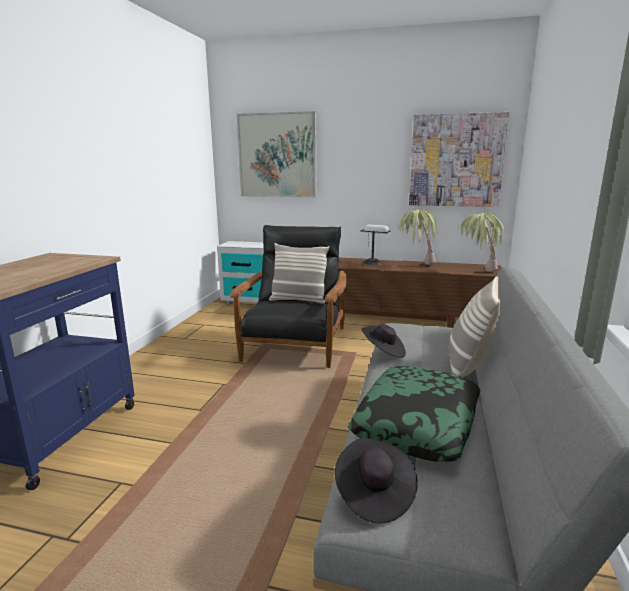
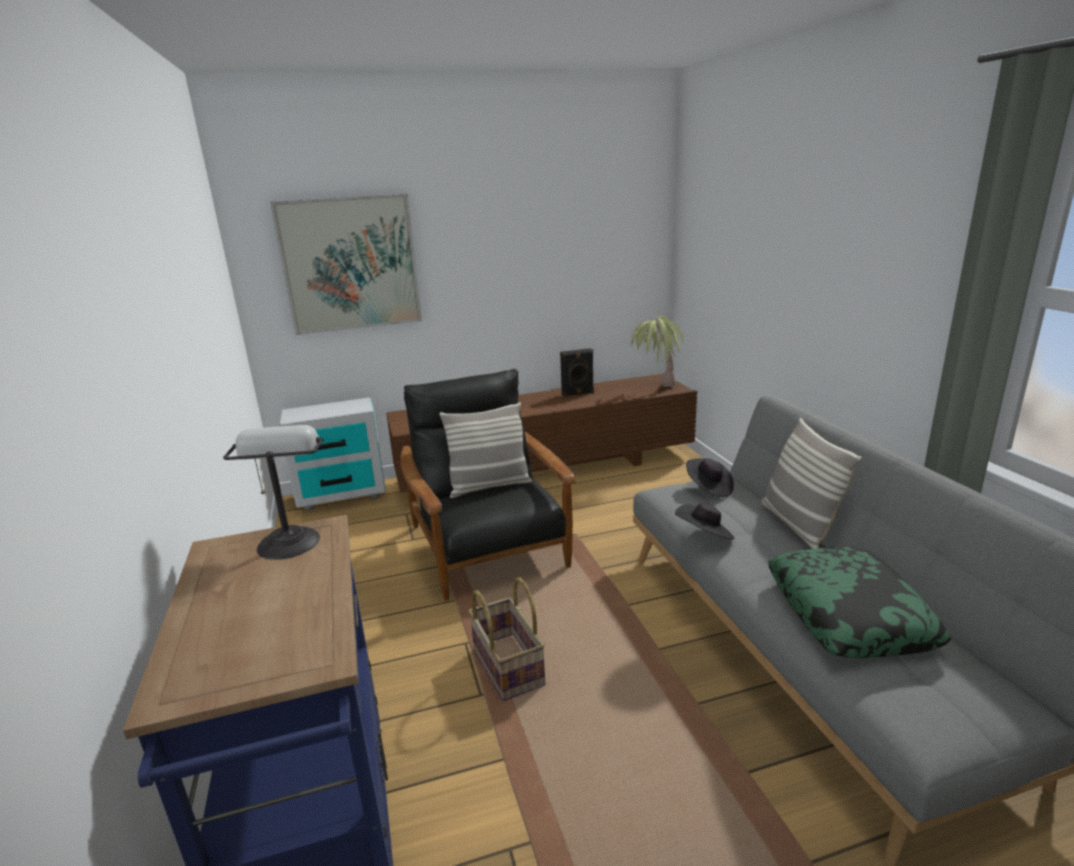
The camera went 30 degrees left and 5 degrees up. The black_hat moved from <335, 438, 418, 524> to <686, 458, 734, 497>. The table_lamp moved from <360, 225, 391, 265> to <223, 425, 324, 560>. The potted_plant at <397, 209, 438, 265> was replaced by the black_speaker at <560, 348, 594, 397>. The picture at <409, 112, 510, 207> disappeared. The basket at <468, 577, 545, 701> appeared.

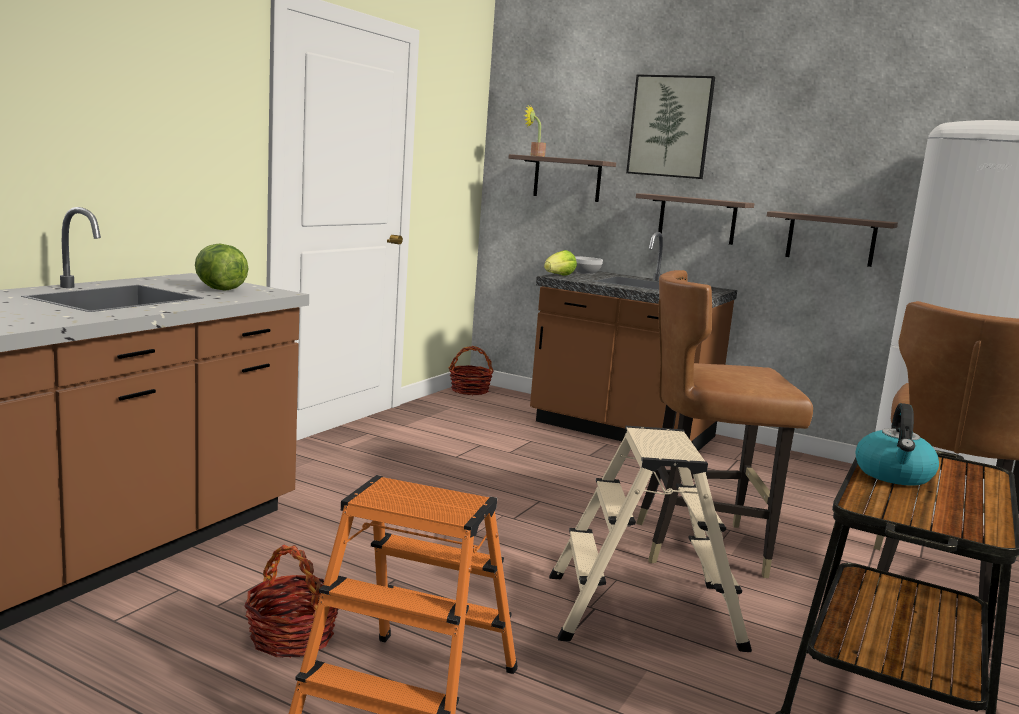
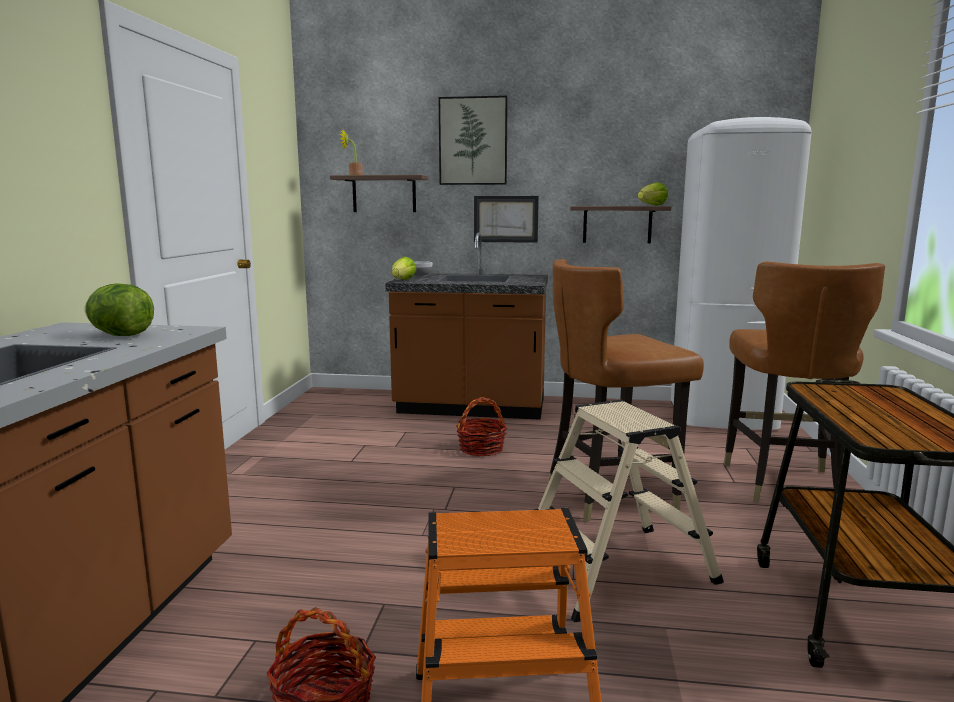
The camera went 20 degrees left and 0 degrees up. The basket moved from <449, 346, 493, 395> to <456, 397, 507, 456>. The shelf at <636, 193, 754, 245> was replaced by the picture at <474, 196, 539, 243>. The kettle at <855, 403, 939, 486> disappeared. The lettuce at <638, 183, 668, 206> appeared.

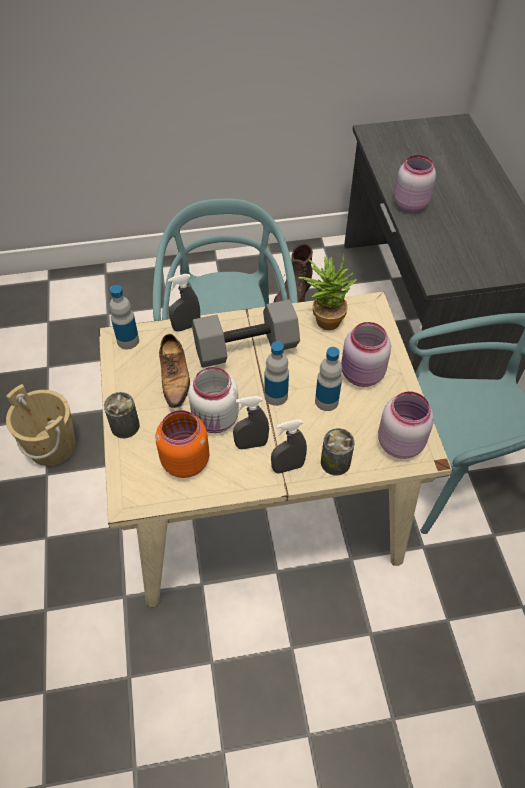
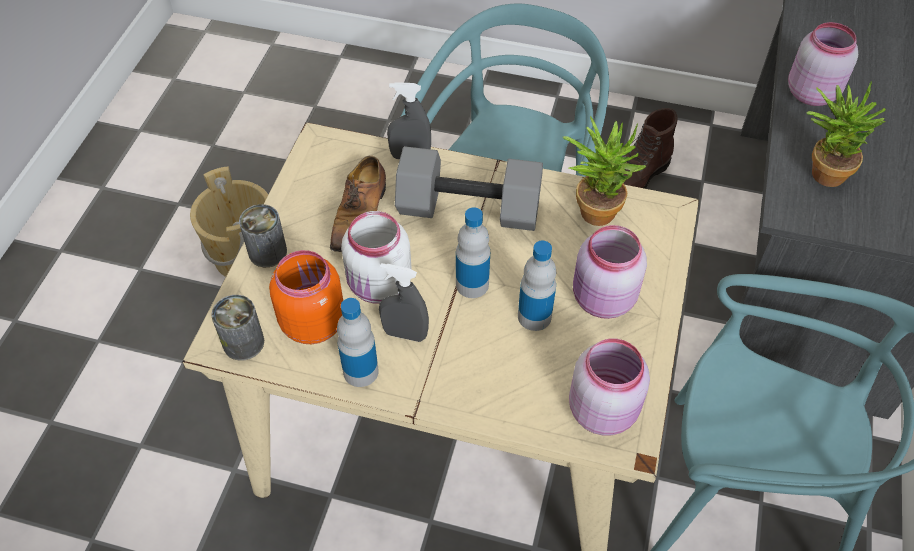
The camera went 25 degrees right and 0 degrees up. The bottle moved from <109, 285, 139, 349> to <337, 298, 379, 387>. The grey_spray_bottle at <271, 419, 307, 474> disappeared. The can moved from <321, 428, 355, 476> to <211, 295, 264, 361>. The potted_plant at <807, 81, 886, 187> appeared.

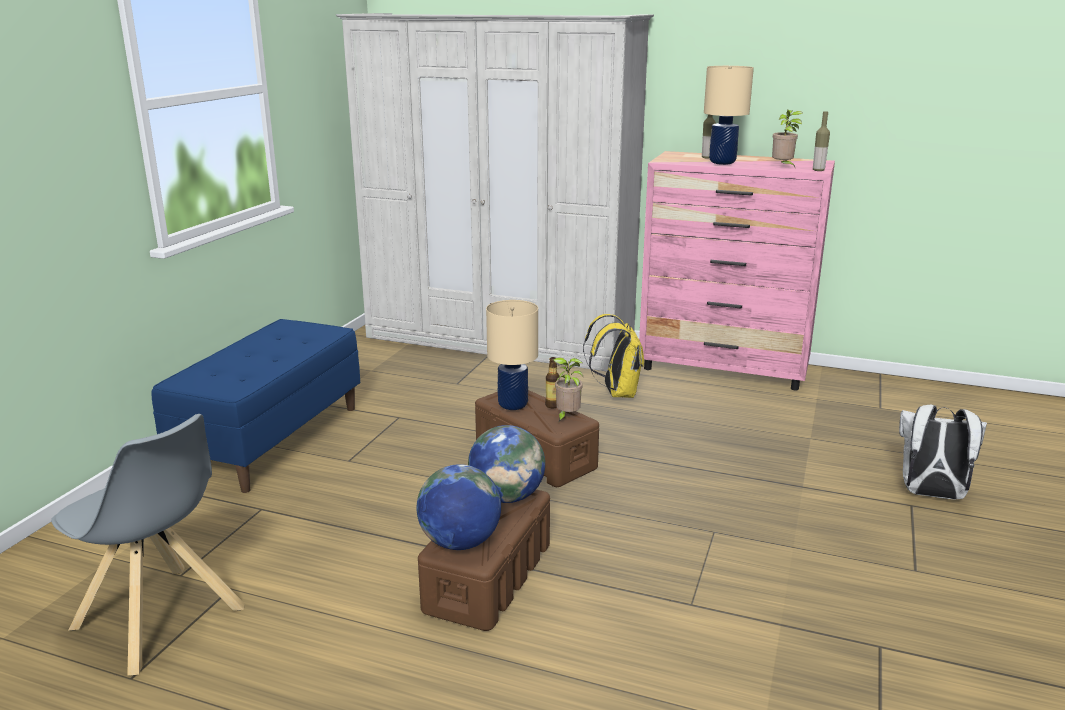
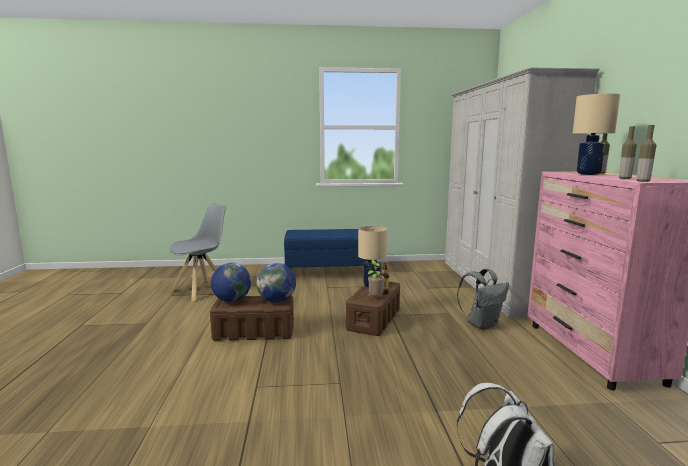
The camera went 65 degrees right and 10 degrees down. The grey_chair at <51, 414, 245, 676> turned 150 degrees counterclockwise. The yellow_backpack at <583, 314, 644, 398> became the grey_backpack at <457, 269, 509, 330>. The potted_plant at <772, 110, 803, 167> was replaced by the bottle at <619, 126, 637, 179>.

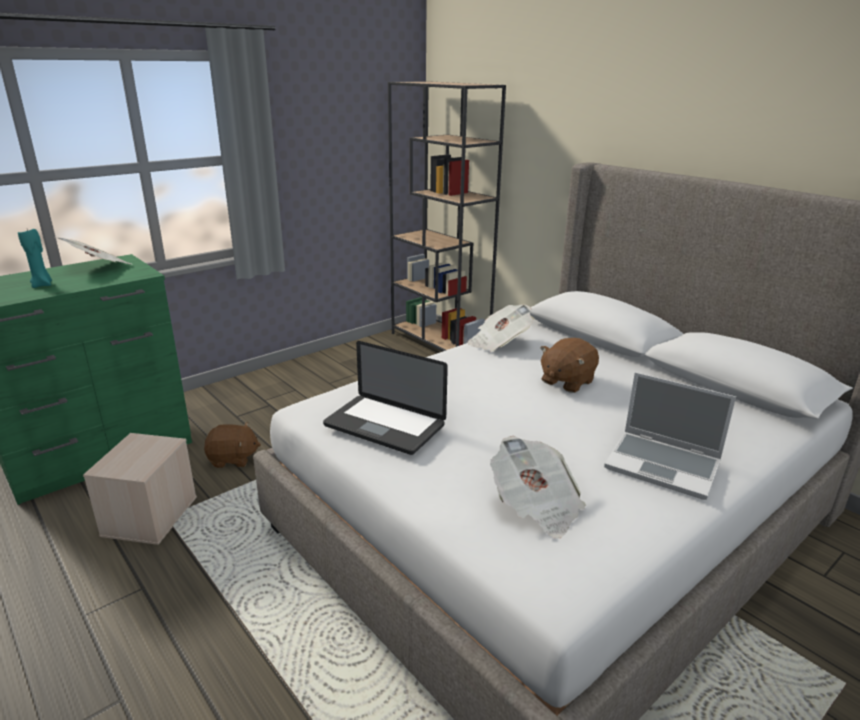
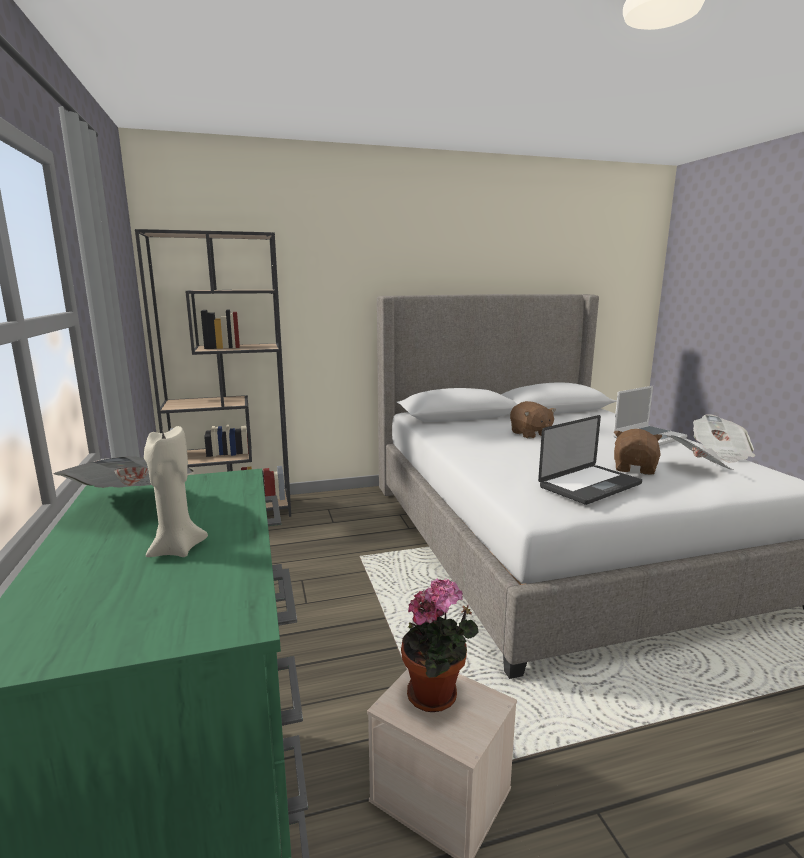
The camera went 65 degrees left and 10 degrees down. The turquoise_candle at <18, 229, 52, 288> became the beige_candle at <144, 426, 208, 557>. The brown_plush_toy moved from <204, 422, 261, 468> to <614, 429, 662, 475>. The newspaper moved from <468, 304, 533, 351> to <693, 414, 755, 463>. The potted_plant at <401, 578, 479, 712> appeared.

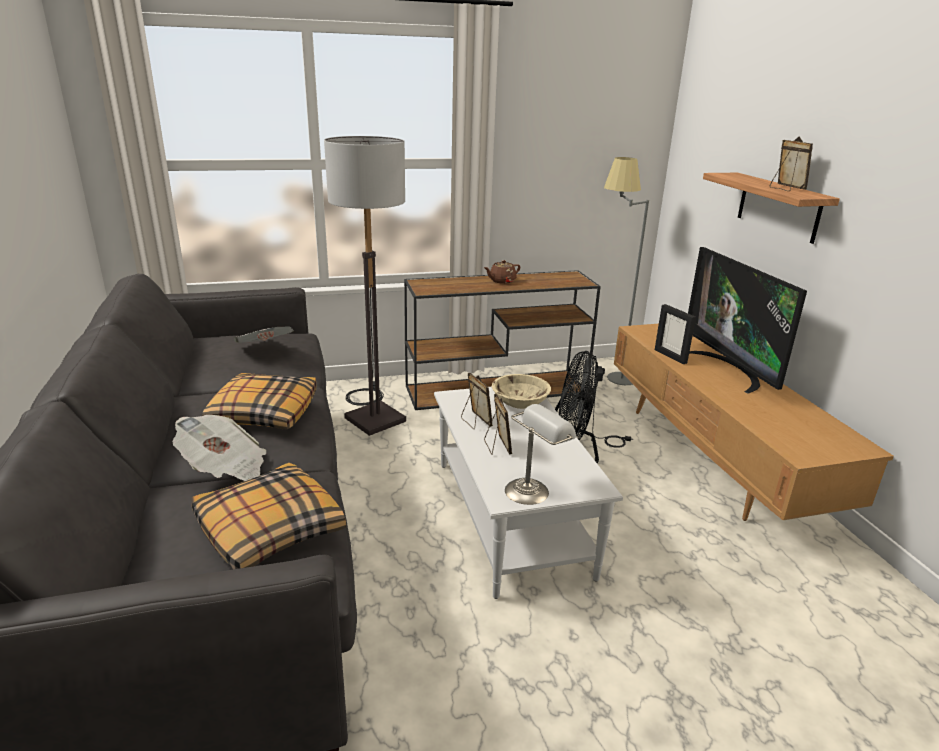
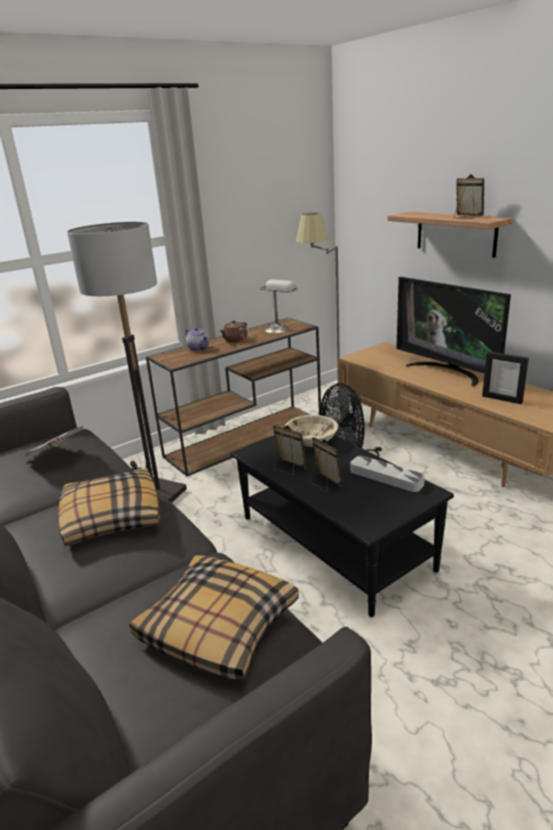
The camera went 20 degrees left and 0 degrees up. The newspaper at <172, 415, 266, 481> disappeared. The white_coffee_table at <434, 387, 623, 599> became the black_coffee_table at <231, 435, 454, 618>. The white_table_lamp moved from <505, 404, 576, 505> to <260, 280, 298, 333>. The picture_frame moved from <655, 304, 696, 364> to <482, 351, 529, 404>. The teapot at <186, 327, 209, 351> appeared. The grey_tray at <351, 456, 425, 492> appeared.

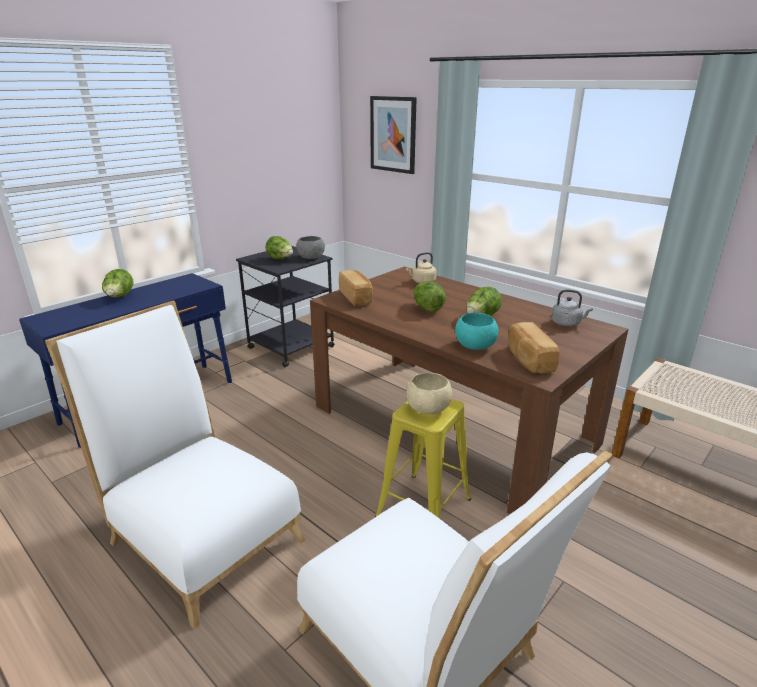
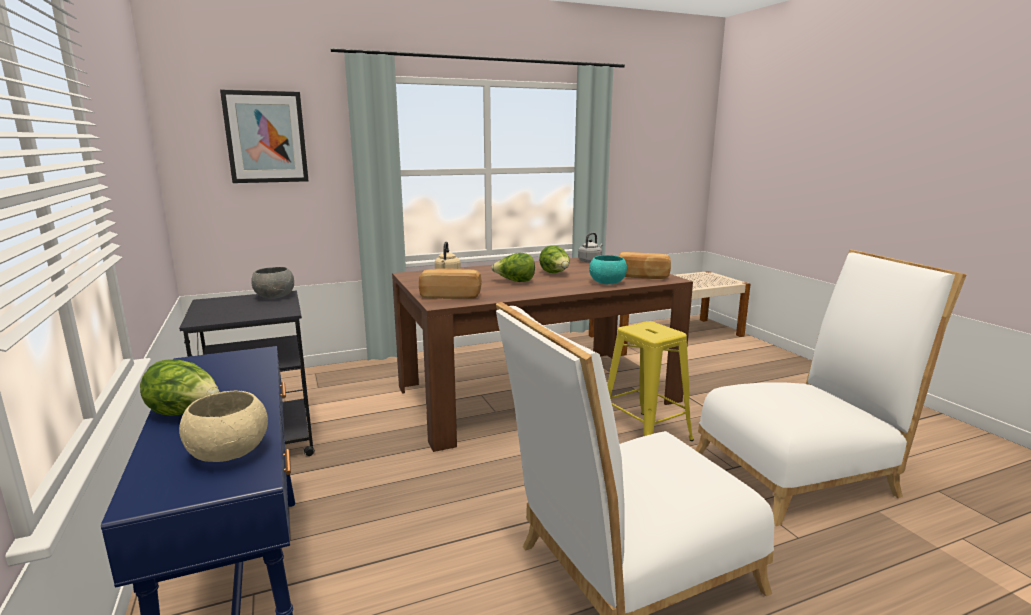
The camera went 65 degrees left and 10 degrees down. The lettuce at <266, 236, 293, 259> disappeared. The beige_bowl moved from <406, 373, 452, 414> to <179, 390, 268, 462>.

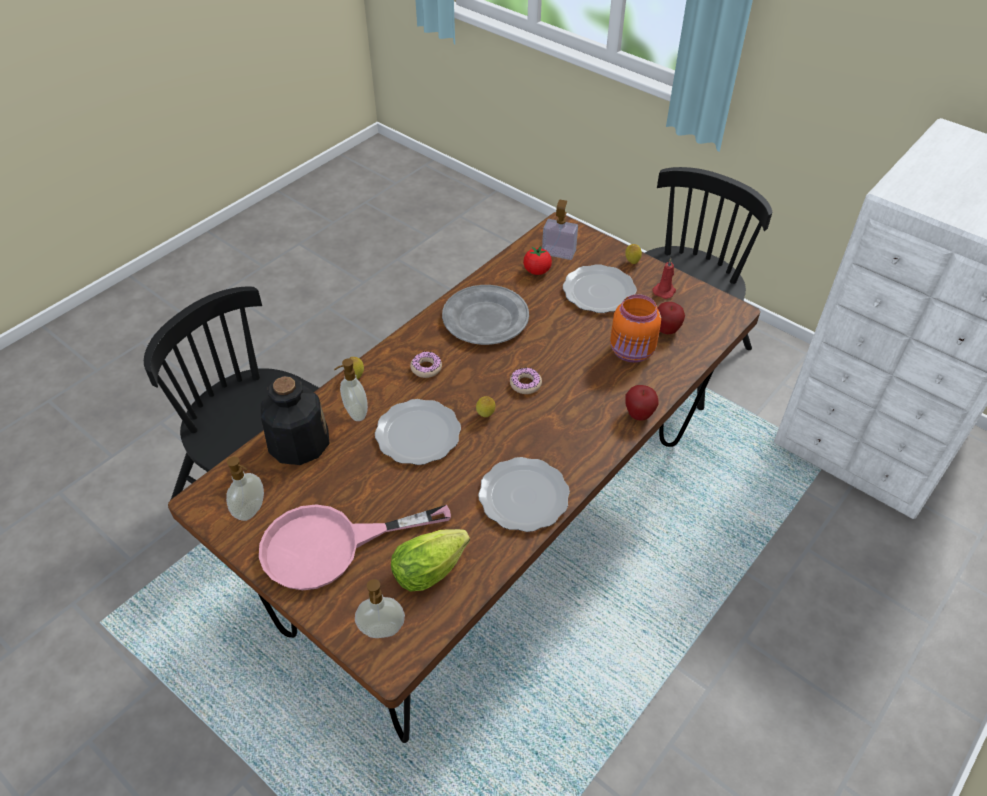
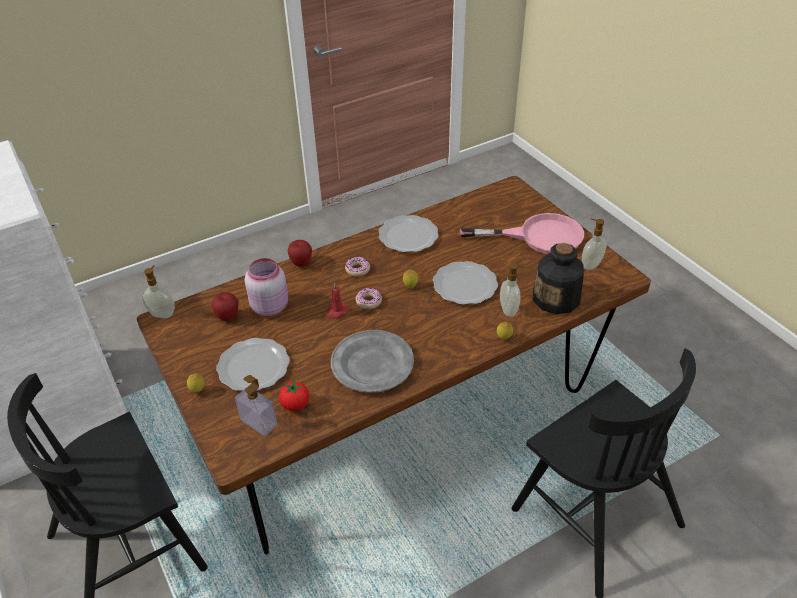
The camera went 160 degrees left and 5 degrees down. The soap_dispenser moved from <355, 579, 405, 638> to <142, 265, 175, 318>. The lettuce at <391, 529, 470, 591> disappeared. The donut moved from <410, 352, 442, 378> to <345, 257, 370, 277>. The orange_jar at <610, 294, 661, 363> became the pink_jar at <244, 258, 288, 316>. The red_candle moved from <652, 258, 676, 299> to <326, 282, 349, 319>.

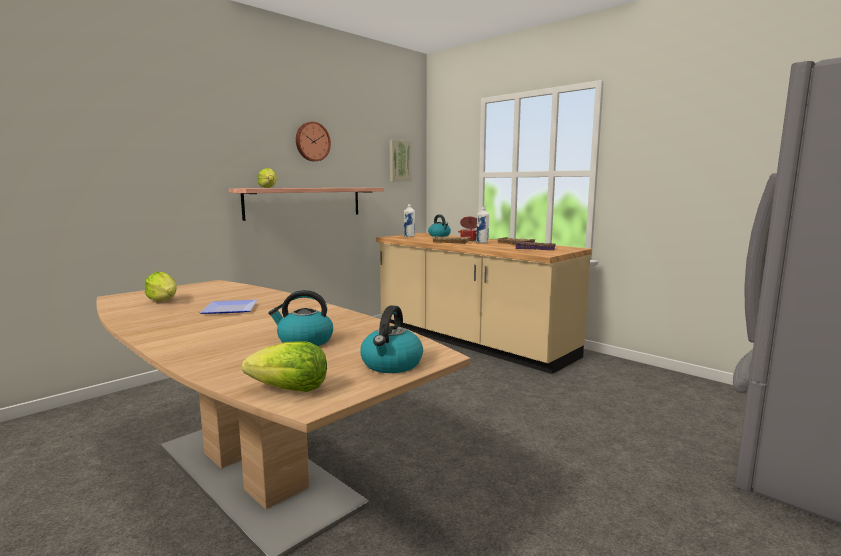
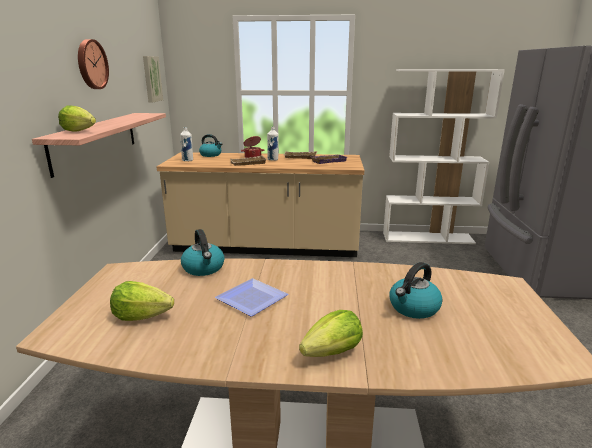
The camera went 40 degrees left and 10 degrees up. The lettuce moved from <242, 341, 327, 392> to <299, 310, 363, 357>. The kettle moved from <360, 305, 423, 373> to <181, 229, 225, 276>. The white_bookcase at <383, 69, 505, 244> appeared.

